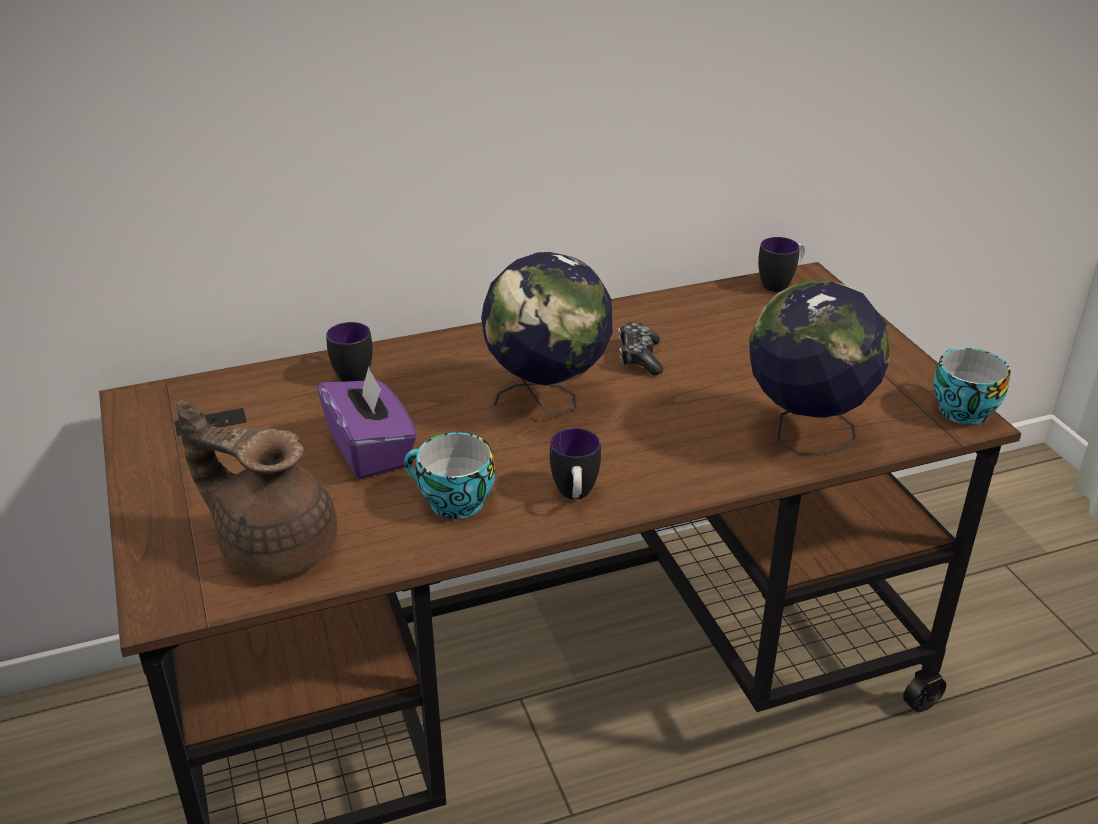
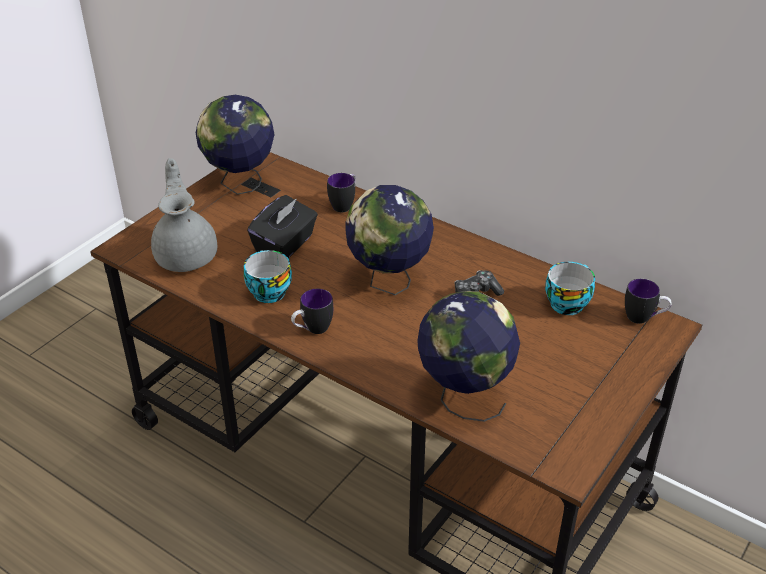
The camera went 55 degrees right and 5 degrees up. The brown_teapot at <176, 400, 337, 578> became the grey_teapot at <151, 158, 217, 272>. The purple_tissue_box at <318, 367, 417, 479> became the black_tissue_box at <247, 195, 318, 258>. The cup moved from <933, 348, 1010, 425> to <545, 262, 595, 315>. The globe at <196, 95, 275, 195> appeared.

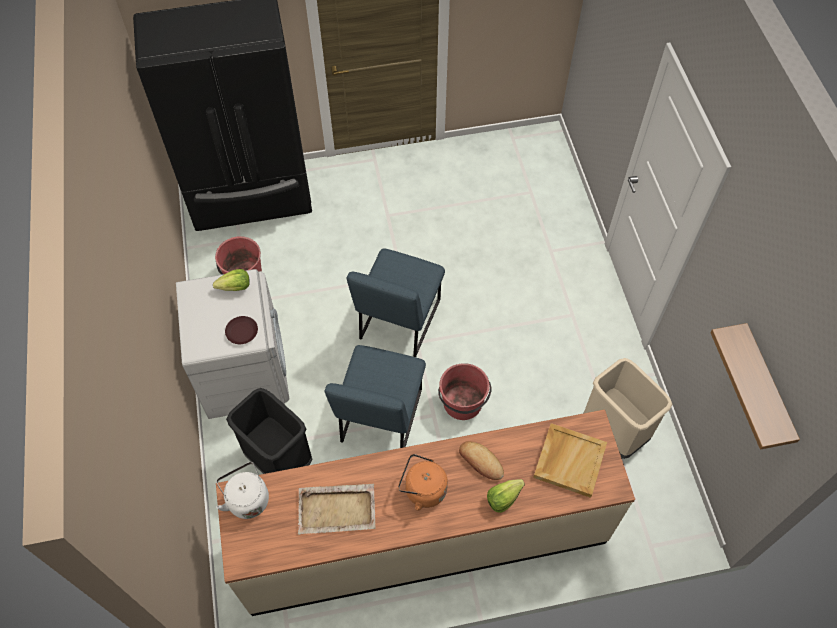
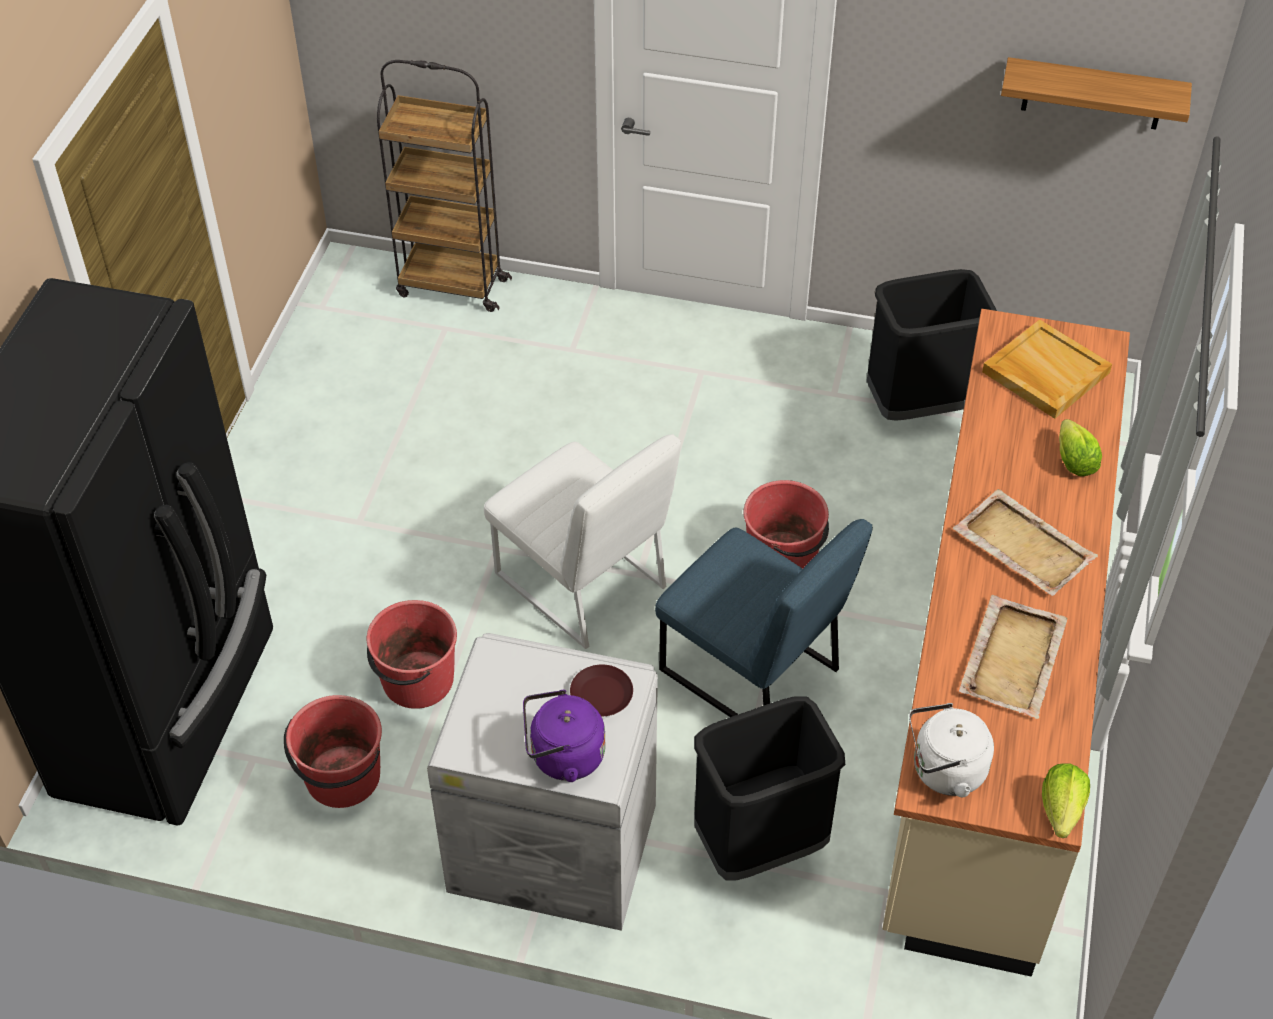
The camera went 65 degrees left and 10 degrees down. The lettuce moved from <213, 269, 250, 291> to <1042, 763, 1090, 838>. The blue_chair at <347, 249, 445, 357> became the white_chair at <484, 434, 681, 649>. The orange_kettle at <398, 454, 448, 511> was replaced by the beige_tray at <953, 489, 1098, 596>. The bread at <459, 441, 504, 480> disappeared. The beige_trash_can at <584, 358, 672, 459> became the black_trash_can at <867, 269, 997, 421>. The red_bucket at <367, 600, 457, 709> appeared. The brown_cart at <377, 60, 512, 312> appeared. The purple_kettle at <523, 690, 605, 782> appeared.

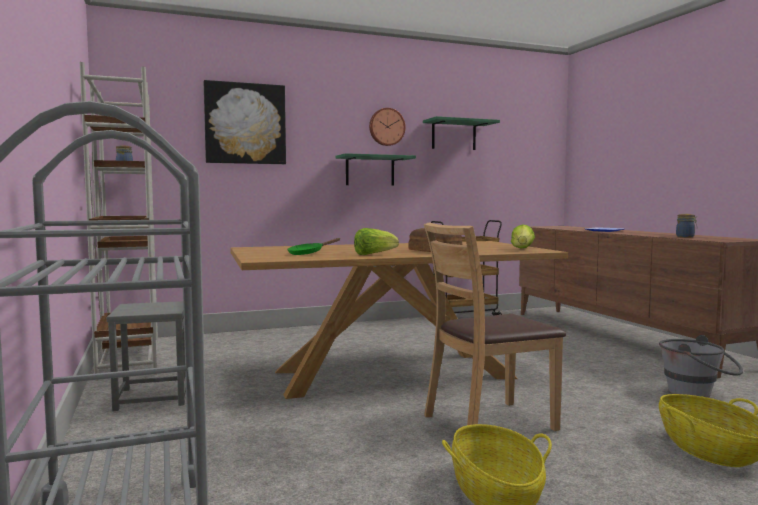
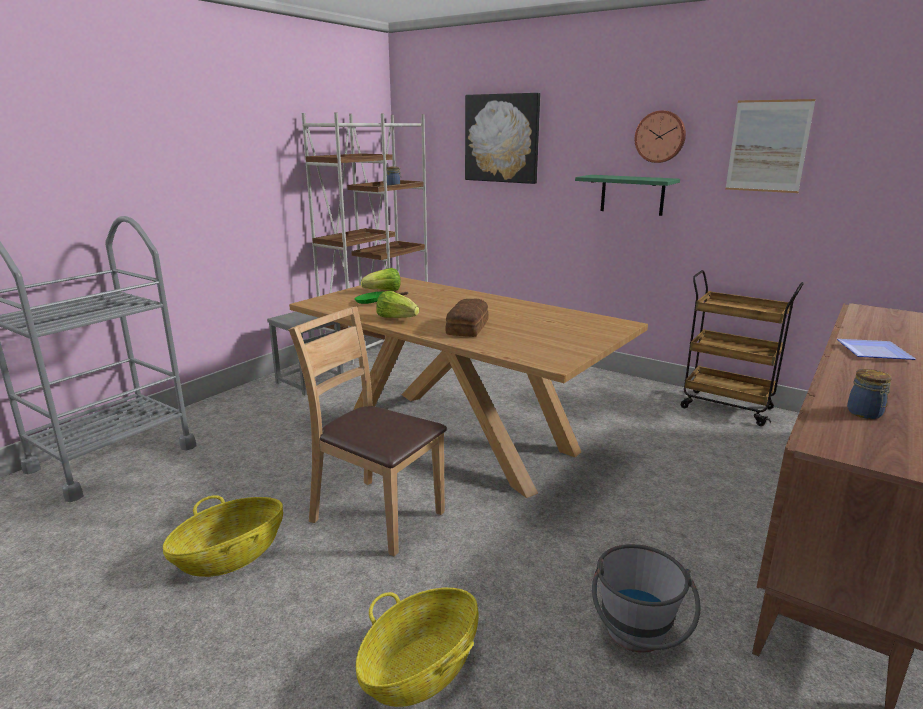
The camera went 55 degrees right and 15 degrees up. The green_shelf at <423, 116, 500, 150> was replaced by the picture at <725, 99, 816, 193>. The lettuce moved from <511, 224, 535, 249> to <361, 268, 401, 291>.

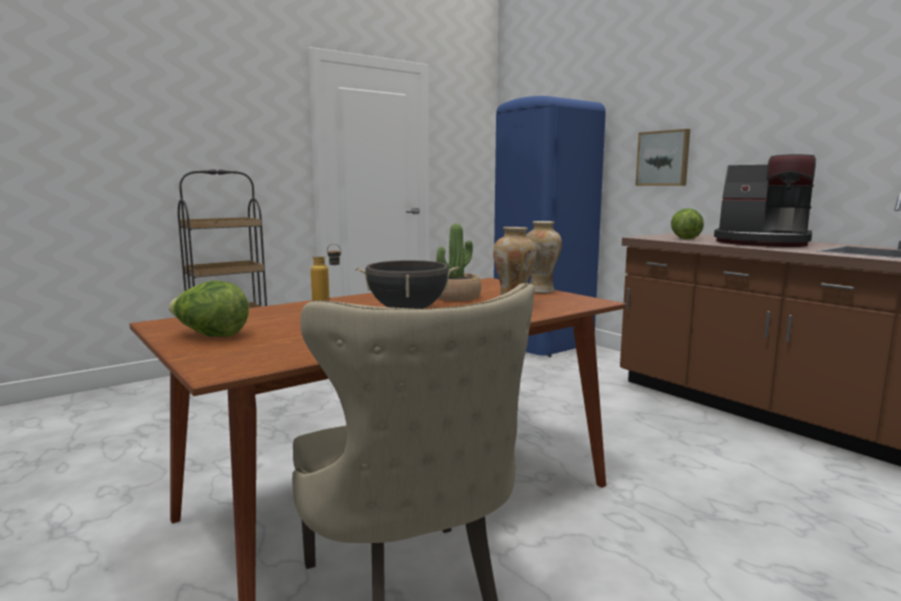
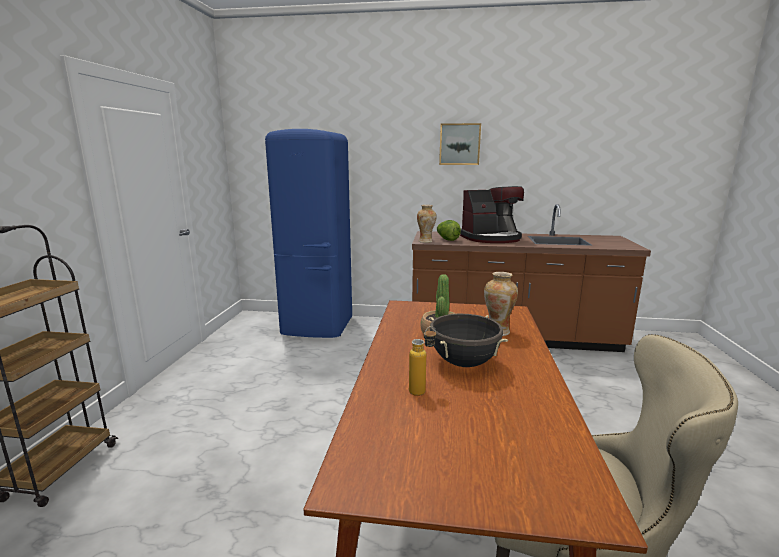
The camera went 45 degrees left and 5 degrees up. The lettuce at <168, 280, 249, 337> disappeared. The vase moved from <526, 221, 562, 293> to <417, 205, 436, 243>. The picture moved from <635, 129, 690, 186> to <439, 123, 481, 165>.

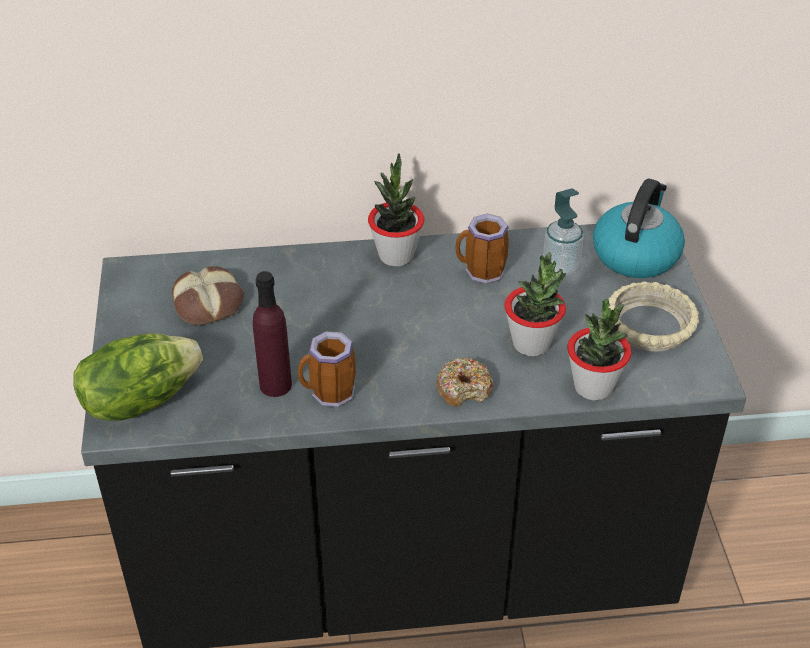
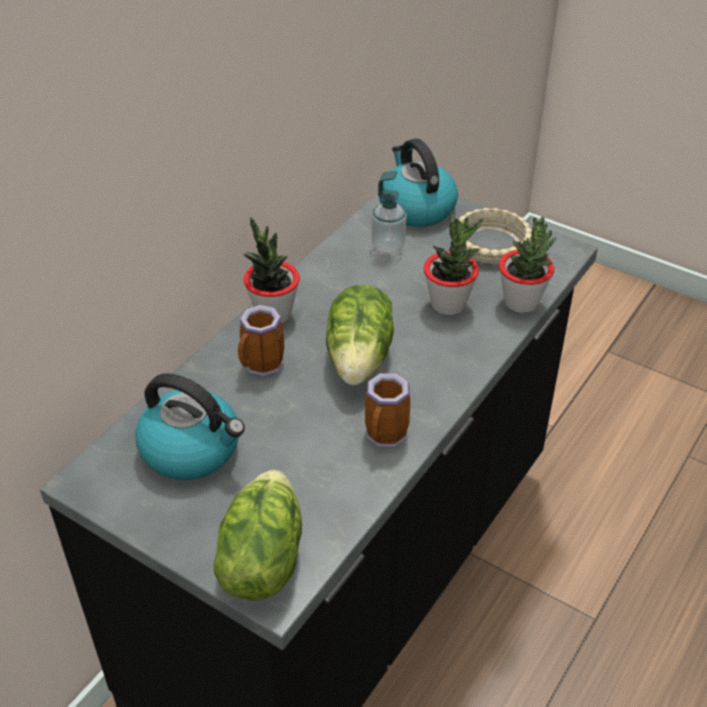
The camera went 50 degrees left and 0 degrees up. The bread at <172, 266, 244, 325> was replaced by the kettle at <135, 373, 245, 480>. The purple_bottle at <253, 271, 292, 397> disappeared. The donut at <436, 358, 493, 407> disappeared. The mug moved from <455, 214, 509, 284> to <238, 305, 284, 377>. The lettuce at <326, 285, 394, 385> appeared.

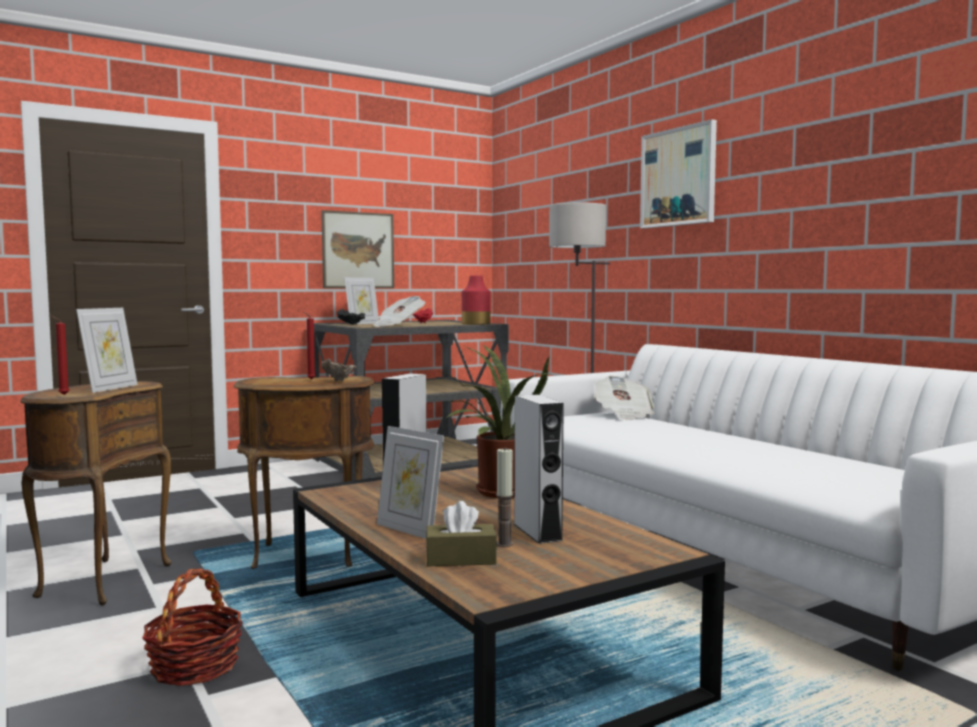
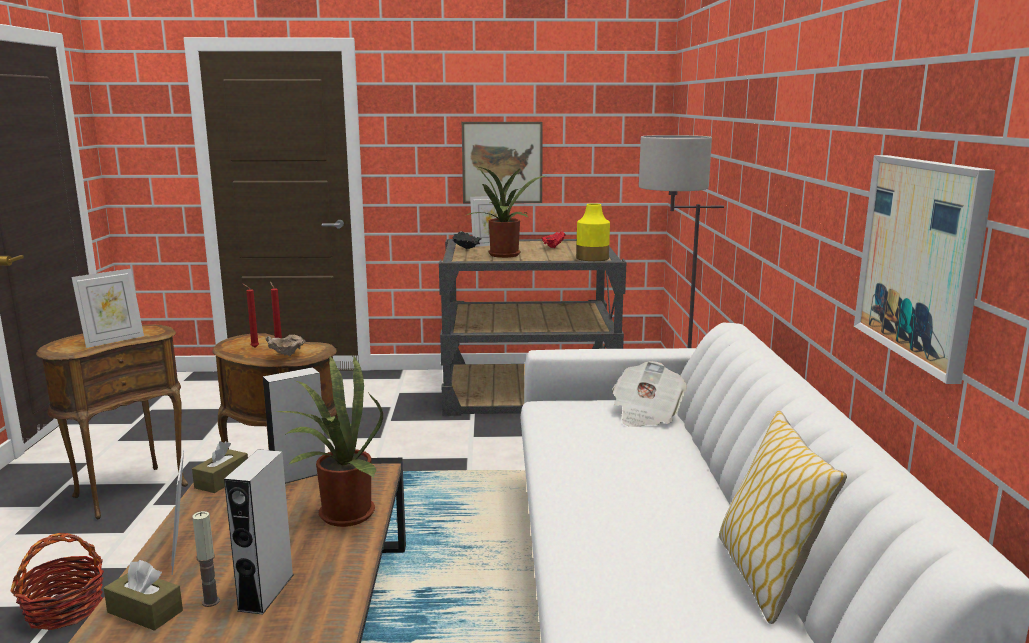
The camera went 30 degrees right and 10 degrees up. The red_candle moved from <50, 315, 70, 395> to <243, 284, 259, 348>. The newspaper at <373, 296, 425, 327> was replaced by the potted_plant at <465, 167, 545, 258>. The red_vase at <462, 276, 491, 324> became the yellow_vase at <576, 203, 610, 261>. The picture moved from <640, 119, 717, 229> to <854, 155, 995, 384>. The brown_tissue_box at <192, 441, 248, 493> appeared. The pillow at <719, 411, 847, 624> appeared.

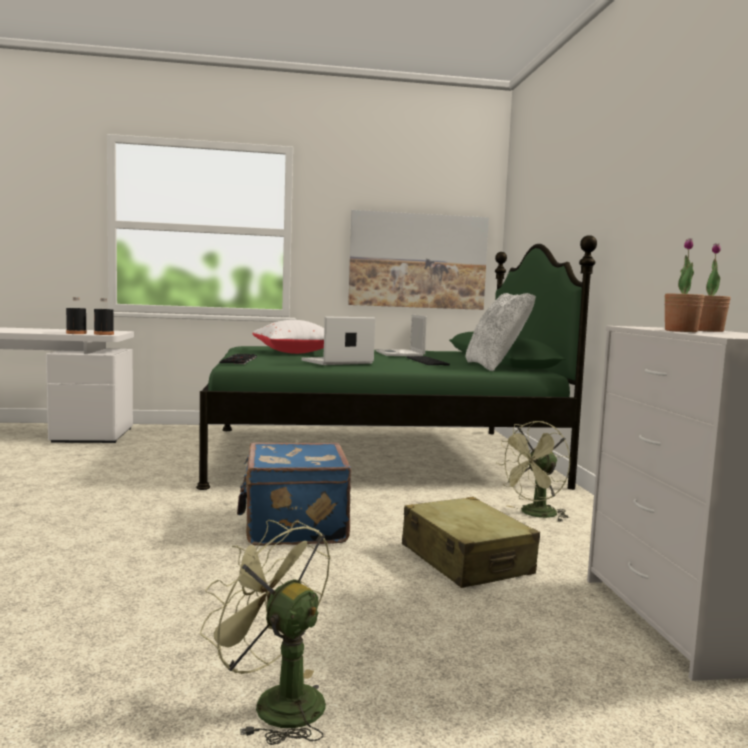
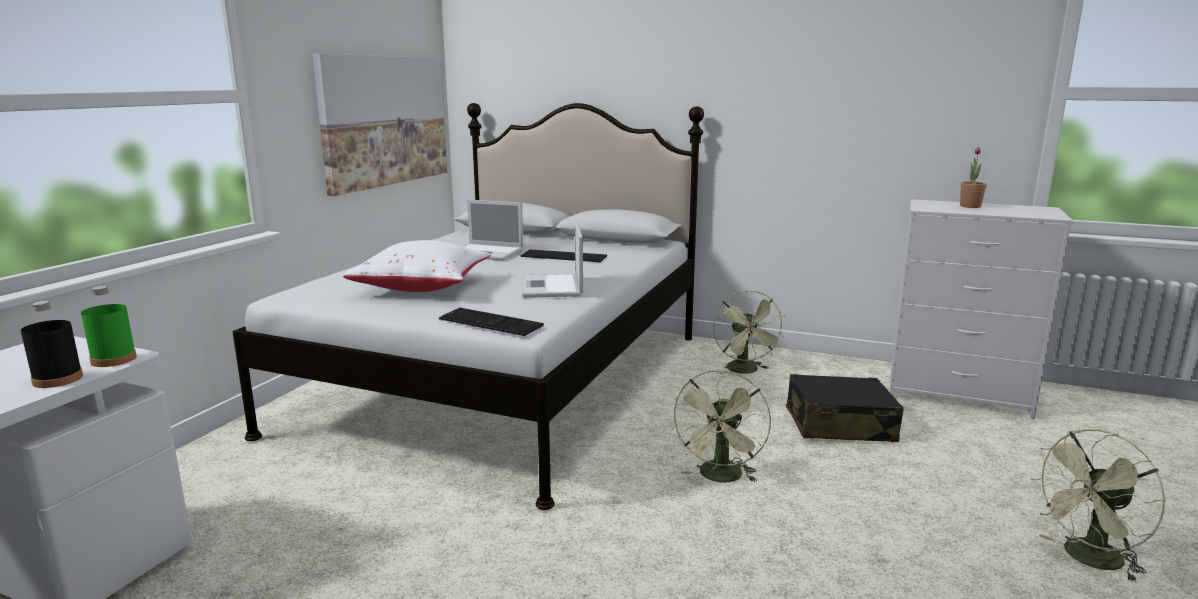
The camera went 60 degrees left and 10 degrees up. The black_bottle at <94, 298, 114, 335> became the green_bottle at <81, 286, 137, 367>. The green_bed at <196, 235, 597, 490> became the white_bed at <232, 103, 704, 510>. The blue_suitcase at <237, 442, 352, 546> was replaced by the green_fan at <671, 370, 771, 483>. The beige_suitcase at <402, 497, 540, 588> became the black_suitcase at <786, 374, 903, 442>. The white_pillow at <465, 293, 536, 371> disappeared. The potted_plant at <664, 238, 705, 332> disappeared.

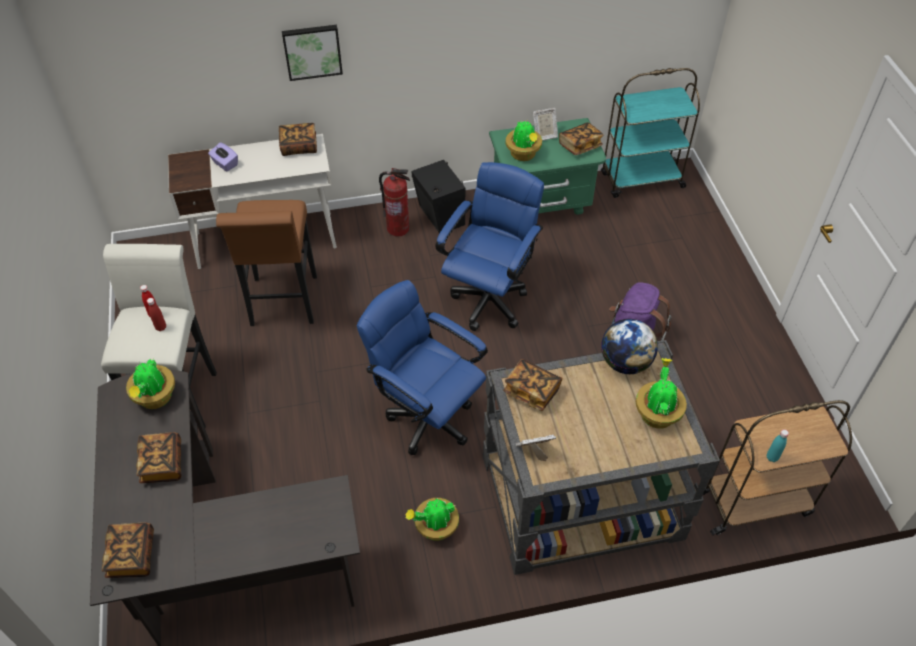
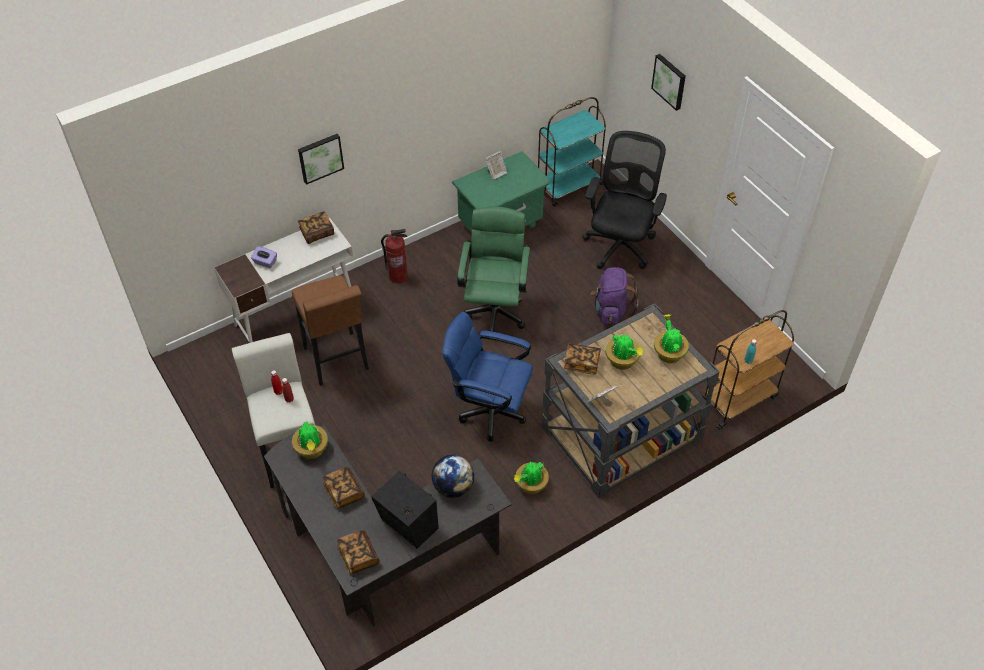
The camera went 20 degrees left and 0 degrees up. The black_speaker moved from <412, 160, 465, 233> to <371, 471, 439, 549>. The blue_office_chair at <436, 162, 544, 331> became the green_office_chair at <457, 207, 530, 332>. The potted_plant moved from <505, 118, 542, 161> to <606, 334, 643, 370>. The book at <559, 122, 604, 155> disappeared. The globe moved from <601, 319, 658, 374> to <432, 455, 474, 498>. The black_office_chair at <582, 131, 667, 269> appeared. The picture at <651, 54, 686, 111> appeared.

